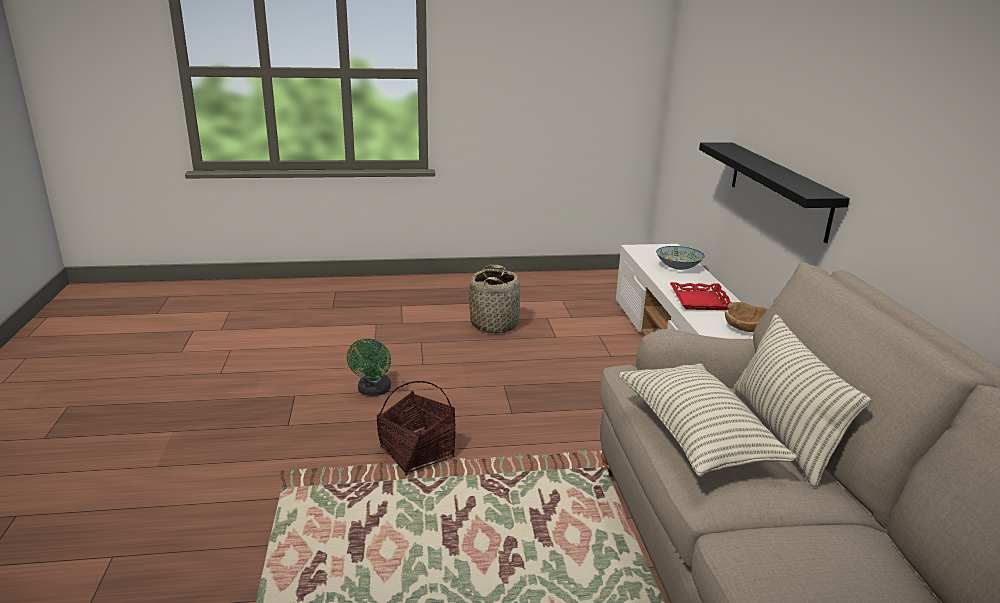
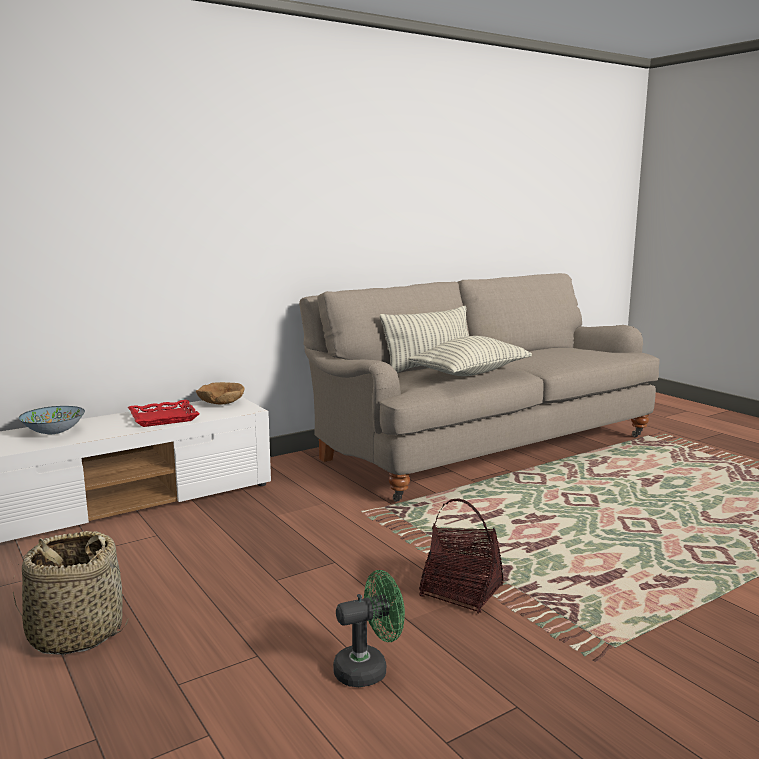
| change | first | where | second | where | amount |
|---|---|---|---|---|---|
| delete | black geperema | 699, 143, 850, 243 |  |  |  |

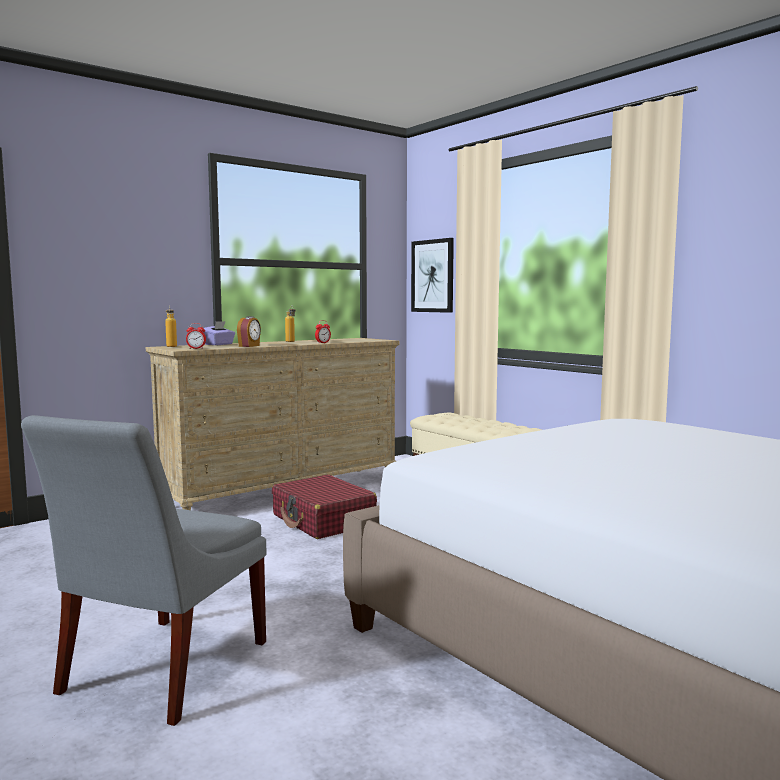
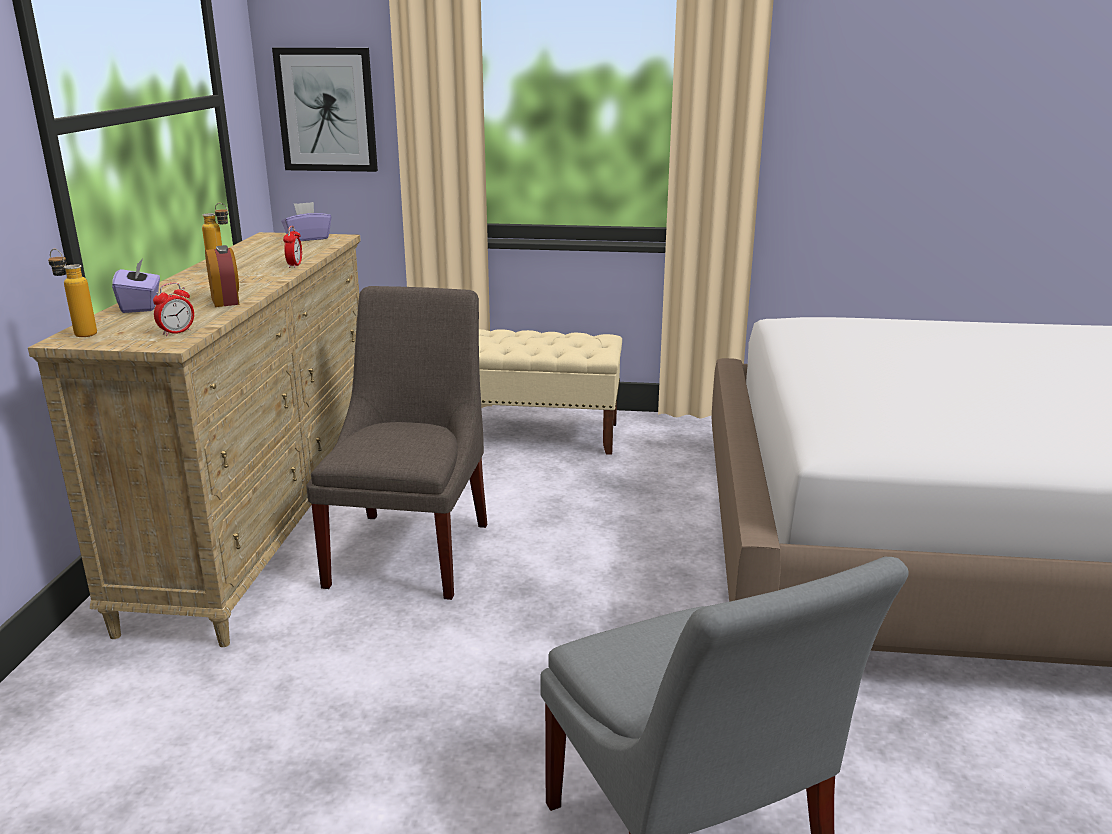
| change | first | where | second | where | amount |
|---|---|---|---|---|---|
| replace | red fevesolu | 272, 474, 377, 539 | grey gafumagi | 306, 286, 487, 600 |  |
| insert |  |  | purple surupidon | 281, 202, 332, 241 |  |

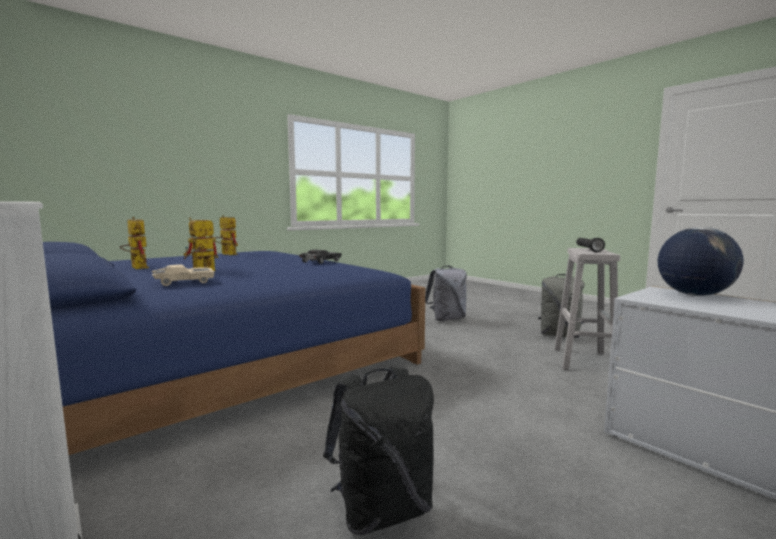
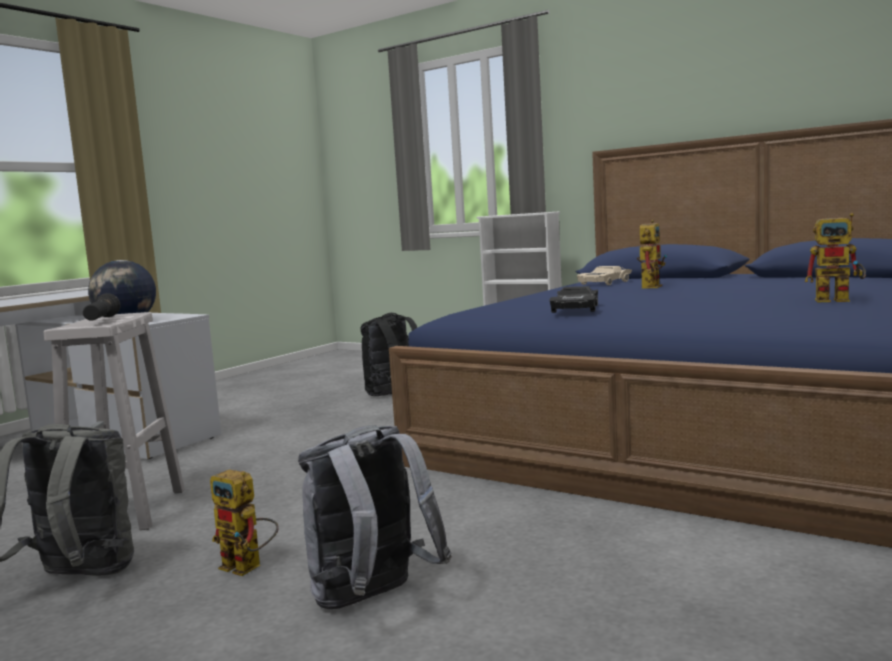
| change | first | where | second | where | amount |
|---|---|---|---|---|---|
| move | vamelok | 120, 217, 149, 269 |  | 210, 470, 279, 576 |  |

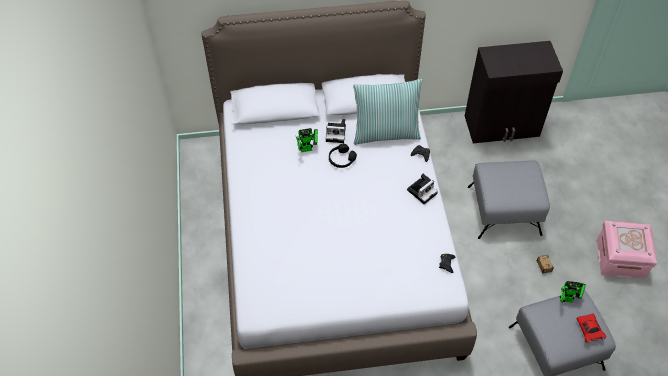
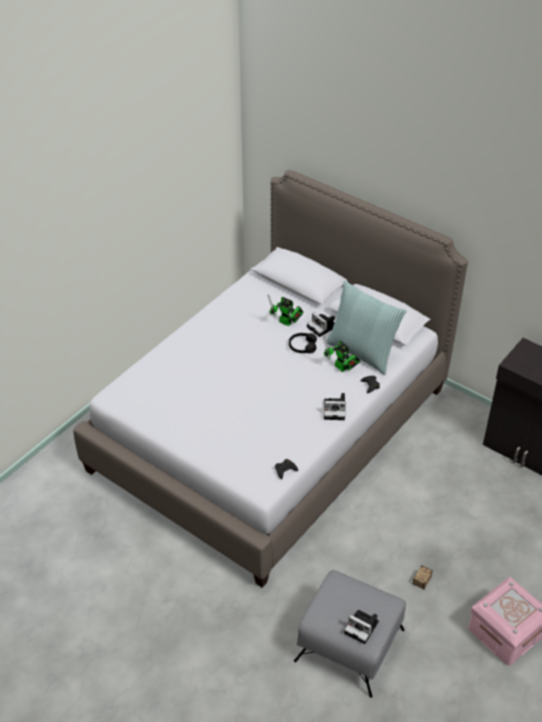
| change | first | where | second | where | amount |
|---|---|---|---|---|---|
| delete | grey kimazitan | 468, 160, 550, 239 |  |  |  |
| move | vamelok | 560, 281, 586, 303 |  | 323, 335, 361, 372 |  |
| replace | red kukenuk | 577, 313, 606, 343 | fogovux | 344, 610, 379, 644 |  |

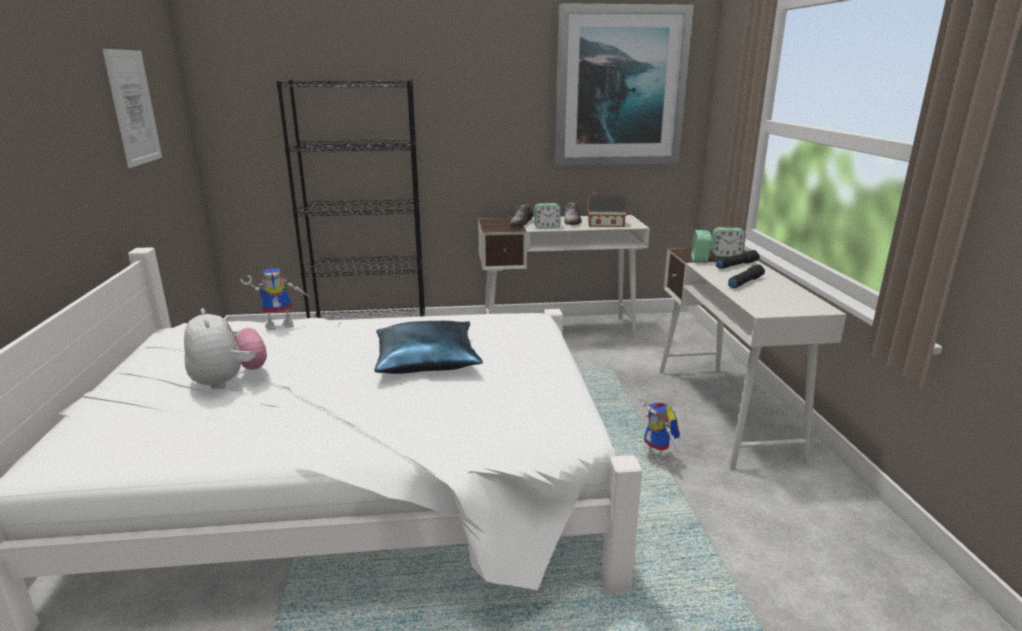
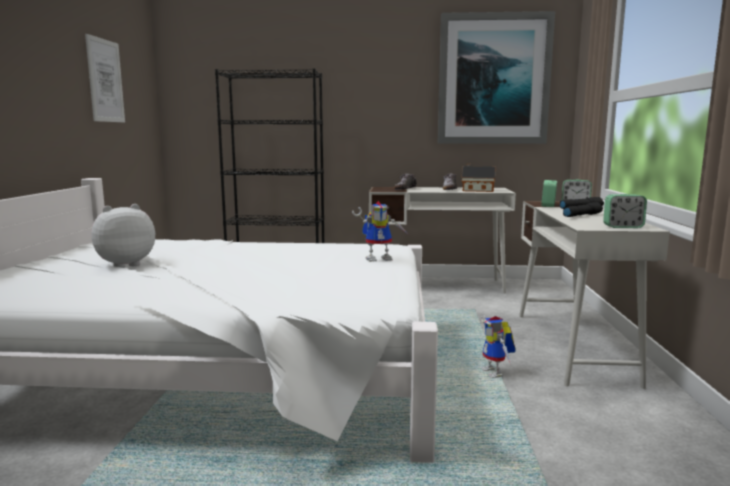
| change | first | where | second | where | amount |
|---|---|---|---|---|---|
| move | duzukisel | 534, 203, 561, 229 |  | 603, 194, 647, 228 |  |
| move | vamelok | 240, 267, 311, 330 |  | 352, 201, 409, 262 |  |
| rotate | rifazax | 184, 308, 267, 389 |  | 91, 204, 155, 268 | 105 degrees counterclockwise |
| delete | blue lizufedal | 374, 321, 483, 374 |  |  |  |

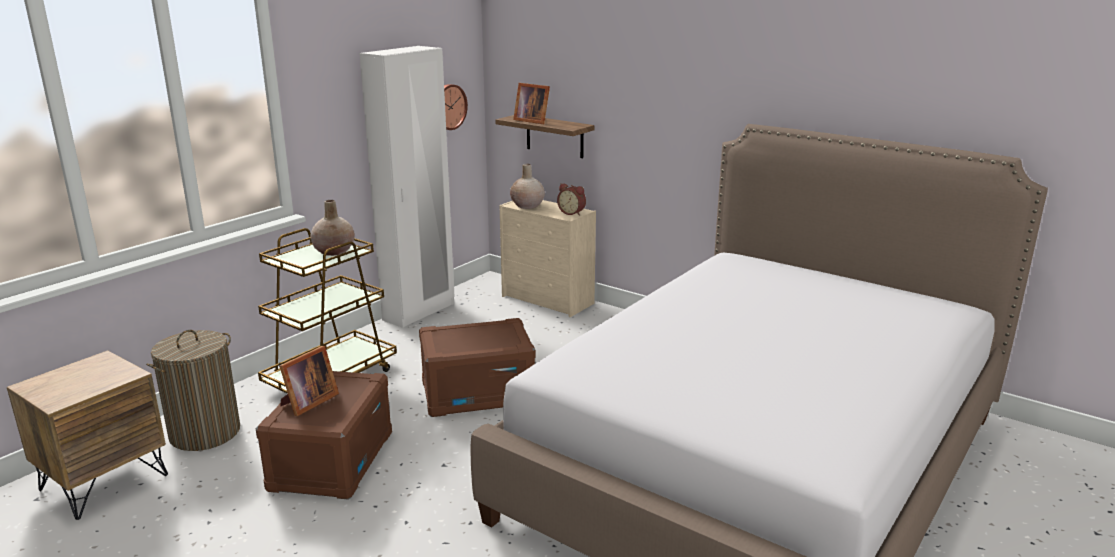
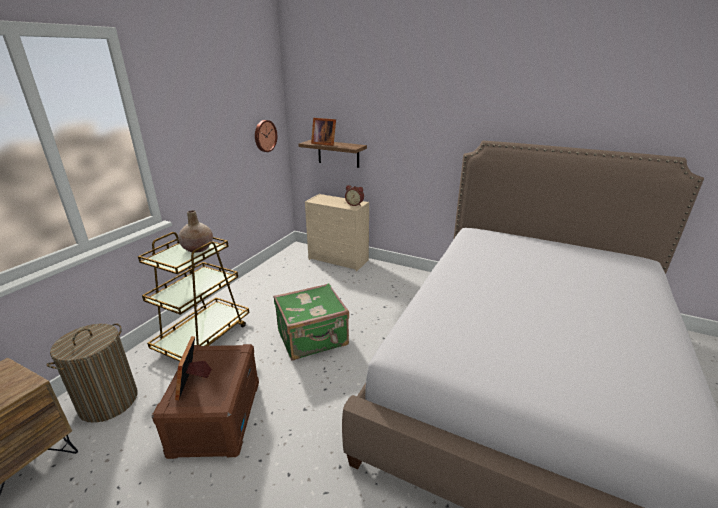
| change | first | where | second | where | amount |
|---|---|---|---|---|---|
| delete | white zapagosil | 359, 46, 455, 328 |  |  |  |
| delete | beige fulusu | 510, 164, 545, 209 |  |  |  |
| replace | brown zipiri | 419, 318, 536, 417 | green fevesolu | 273, 283, 349, 361 |  |
| rotate | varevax | 279, 346, 339, 416 |  | 175, 336, 212, 400 | 150 degrees clockwise |

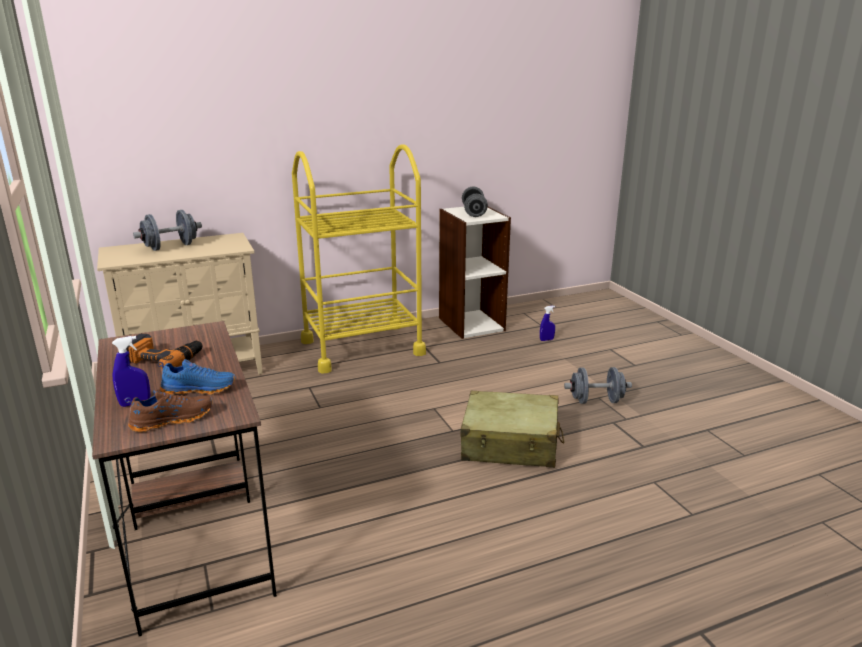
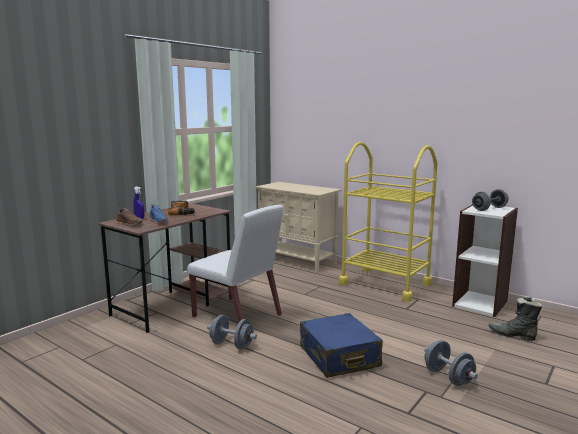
| change | first | where | second | where | amount |
|---|---|---|---|---|---|
| move | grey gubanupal | 133, 210, 202, 251 |  | 207, 315, 257, 349 |  |
| replace | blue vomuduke | 540, 306, 555, 341 | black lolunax | 489, 297, 542, 341 |  |
| recolor | beige fevesolu | 461, 391, 564, 468 | blue fevesolu | 300, 313, 383, 378 |  |
| insert |  |  | white gafumagi | 187, 205, 283, 322 |  |

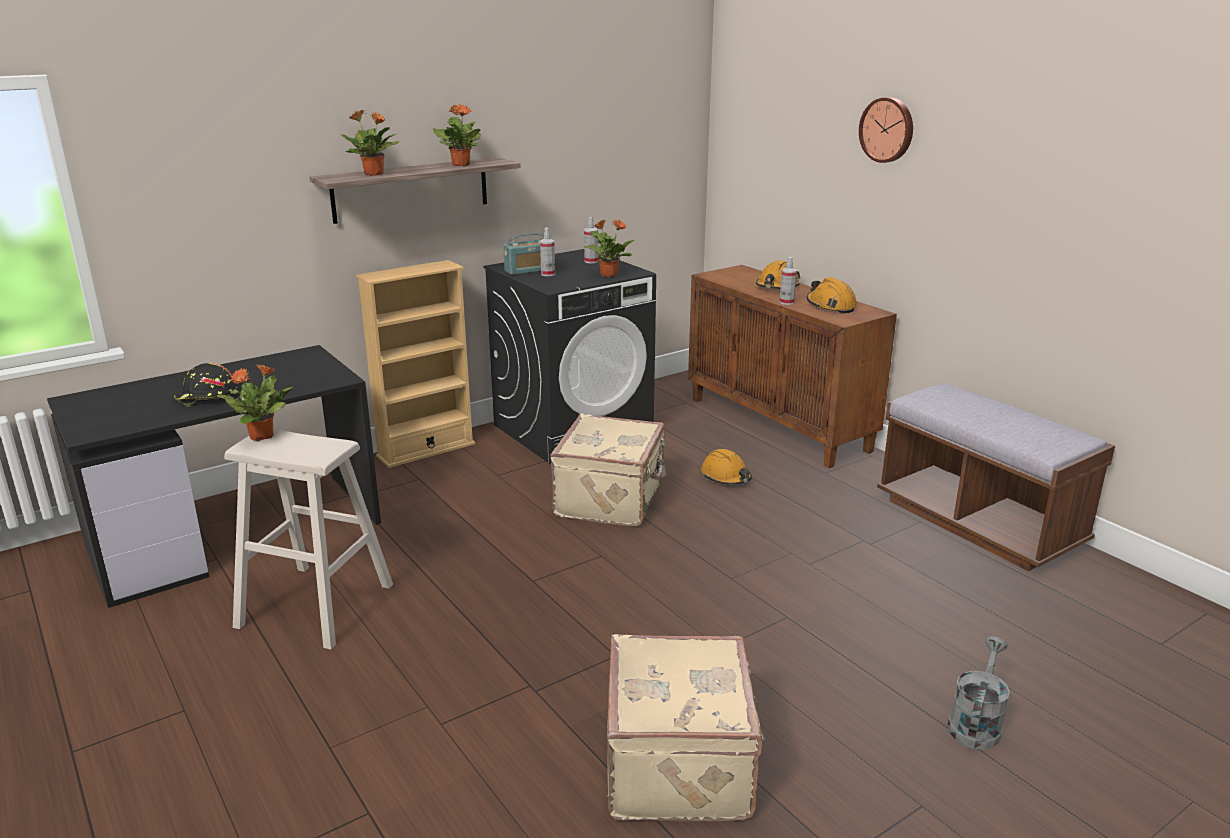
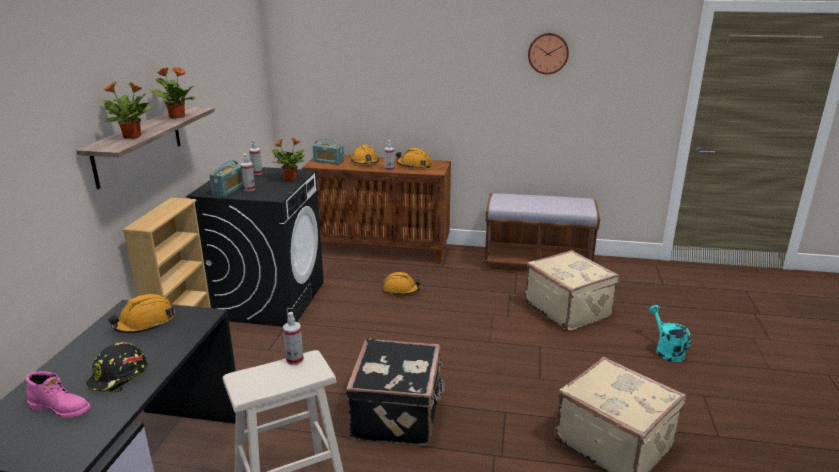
| change | first | where | second | where | amount |
|---|---|---|---|---|---|
| move | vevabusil | 859, 97, 913, 163 |  | 528, 33, 569, 75 |  |
| delete | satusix | 217, 365, 293, 441 |  |  |  |
| move | beige fevesolu | 550, 414, 668, 527 |  | 525, 250, 619, 331 |  |
| recolor | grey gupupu | 947, 636, 1010, 750 | turquoise gupupu | 649, 305, 691, 362 |  |
| insert |  |  | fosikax | 313, 139, 344, 165 |  |
| insert |  |  | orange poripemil | 108, 294, 175, 333 |  |
| insert |  |  | vomuduke | 283, 312, 304, 365 |  |
| insert |  |  | black fevesolu | 346, 338, 445, 446 |  |
| insert |  |  | pink lolunax | 26, 371, 91, 418 |  |

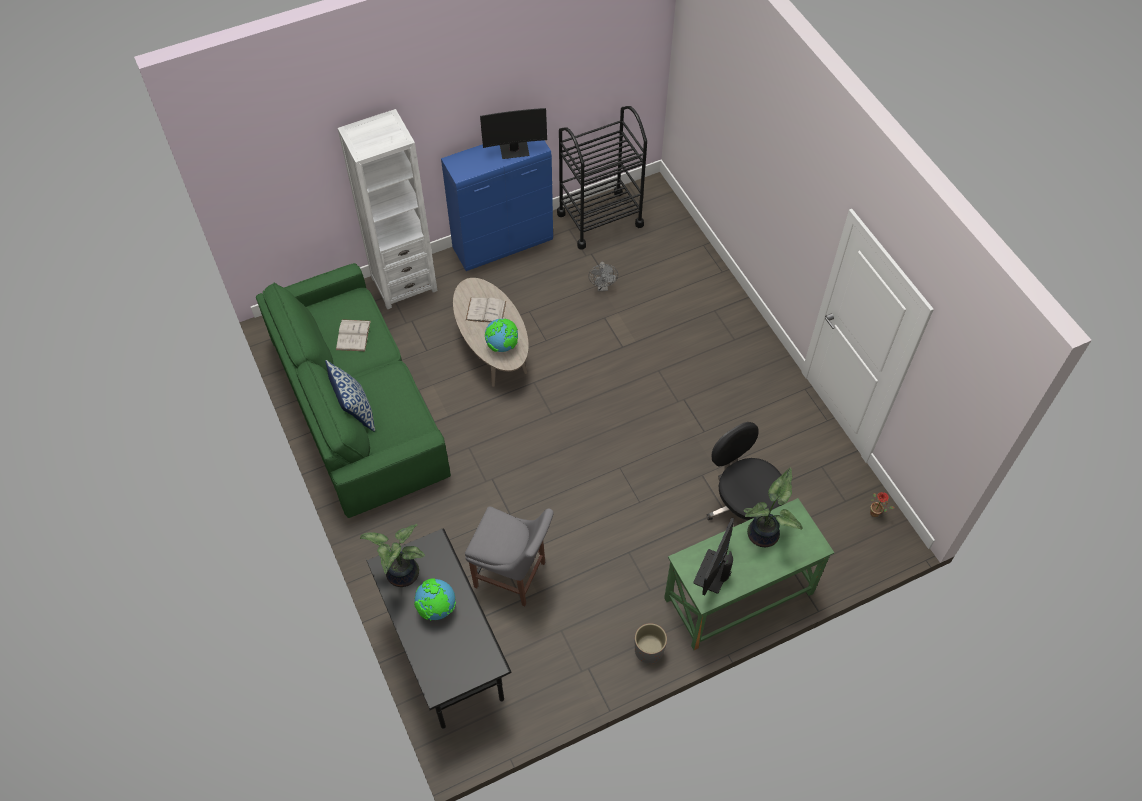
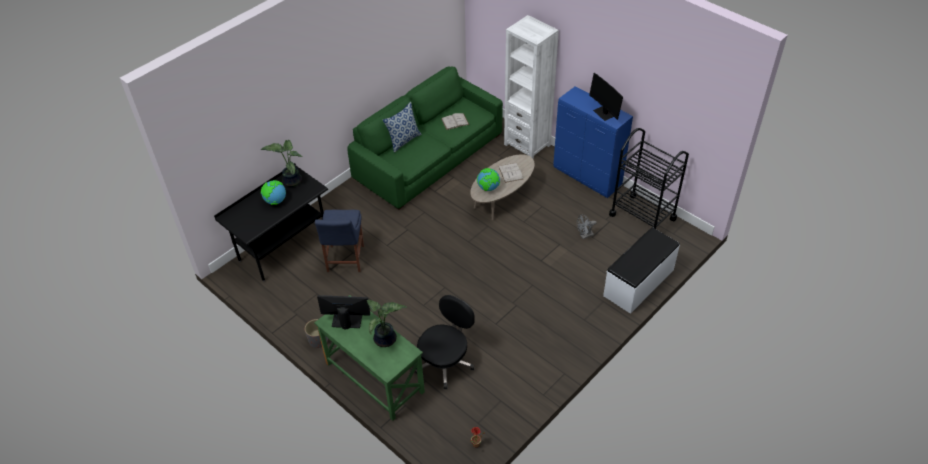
| change | first | where | second | where | amount |
|---|---|---|---|---|---|
| recolor | grey gafumagi | 465, 506, 554, 607 | blue gafumagi | 315, 210, 364, 272 |  |
| insert |  |  | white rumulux | 603, 227, 680, 314 |  |

